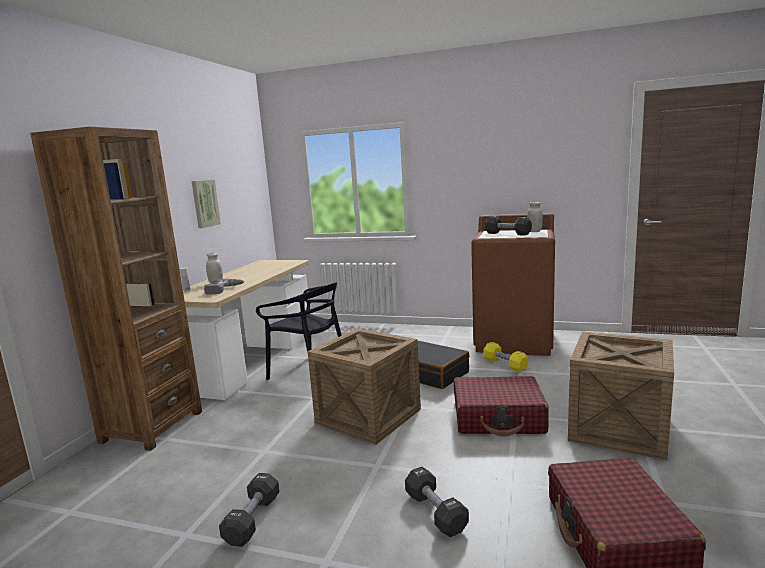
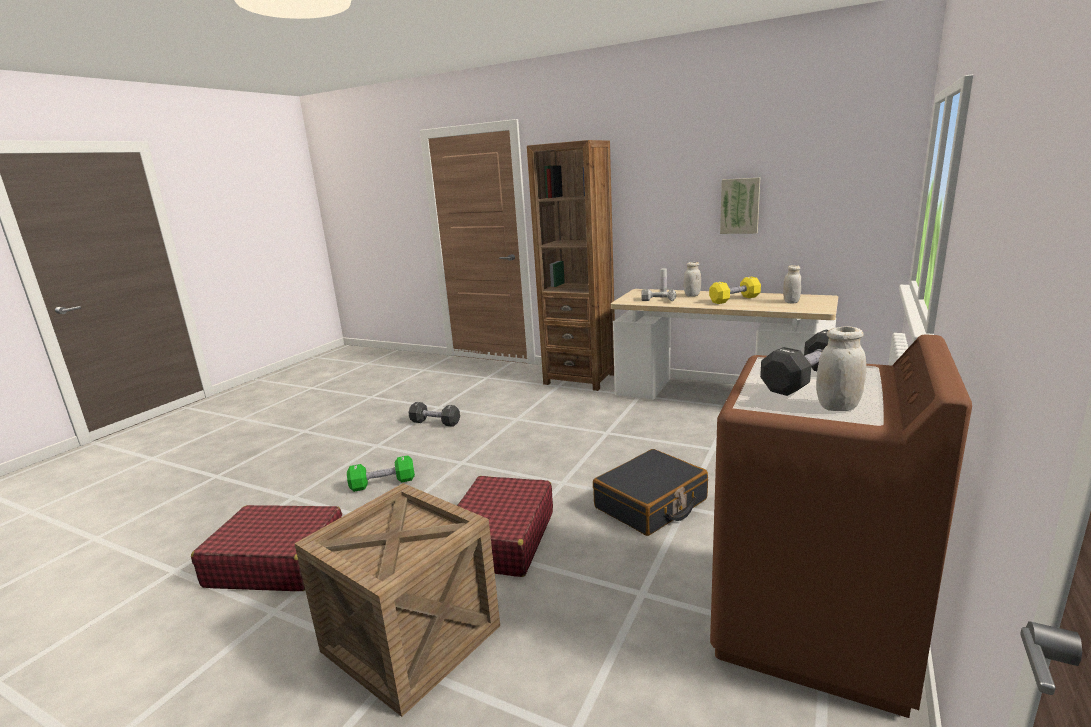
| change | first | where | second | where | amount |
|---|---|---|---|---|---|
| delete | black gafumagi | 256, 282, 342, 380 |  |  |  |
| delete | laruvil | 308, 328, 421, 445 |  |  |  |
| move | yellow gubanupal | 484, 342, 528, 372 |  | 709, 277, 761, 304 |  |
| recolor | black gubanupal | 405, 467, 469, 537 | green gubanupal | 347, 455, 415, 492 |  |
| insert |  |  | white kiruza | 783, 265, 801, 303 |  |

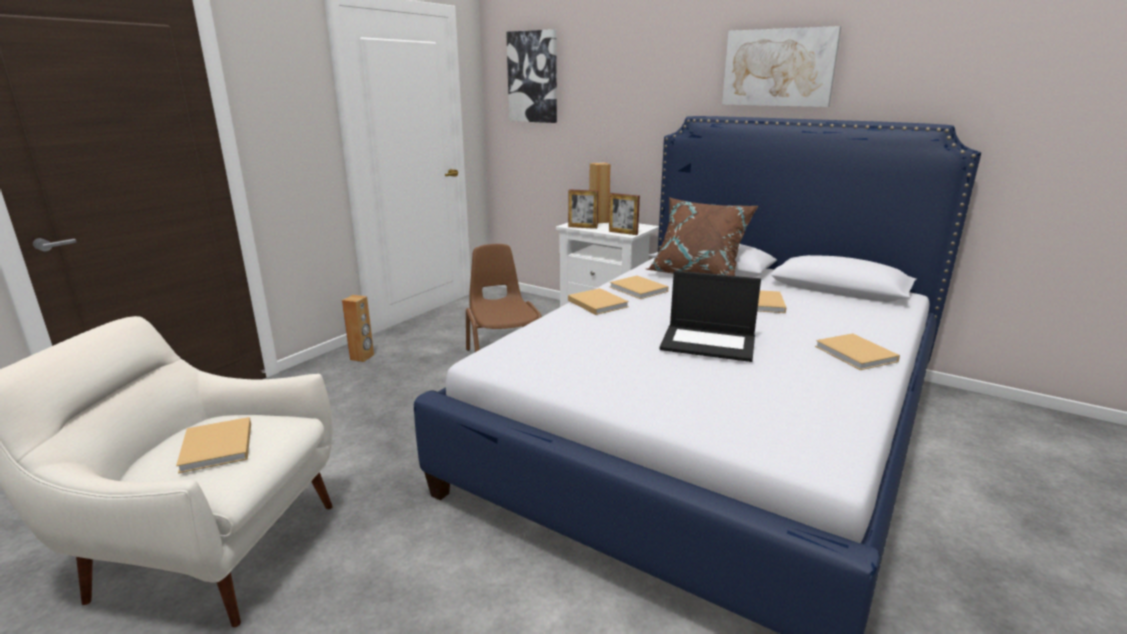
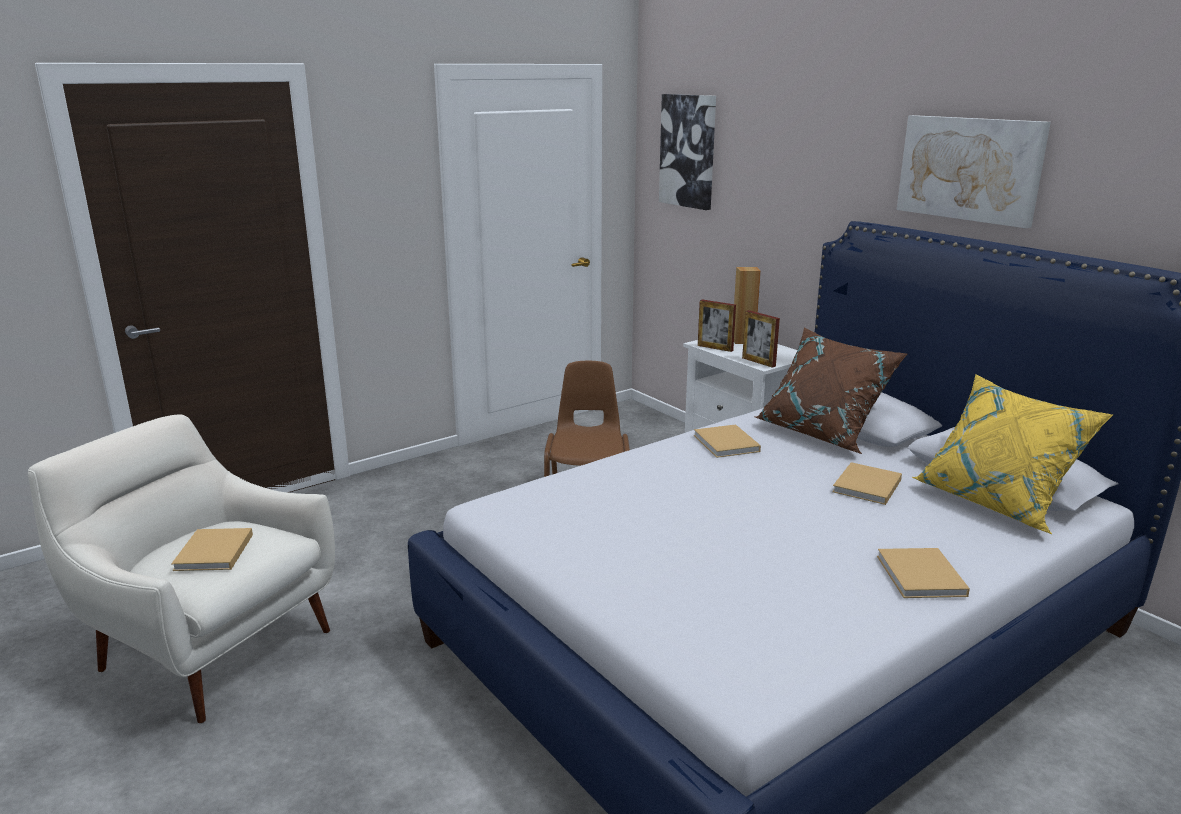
| change | first | where | second | where | amount |
|---|---|---|---|---|---|
| delete | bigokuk | 660, 271, 761, 362 |  |  |  |
| delete | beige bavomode | 568, 288, 629, 315 |  |  |  |
| delete | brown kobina | 342, 295, 374, 362 |  |  |  |
| insert |  |  | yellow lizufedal | 912, 374, 1113, 534 |  |

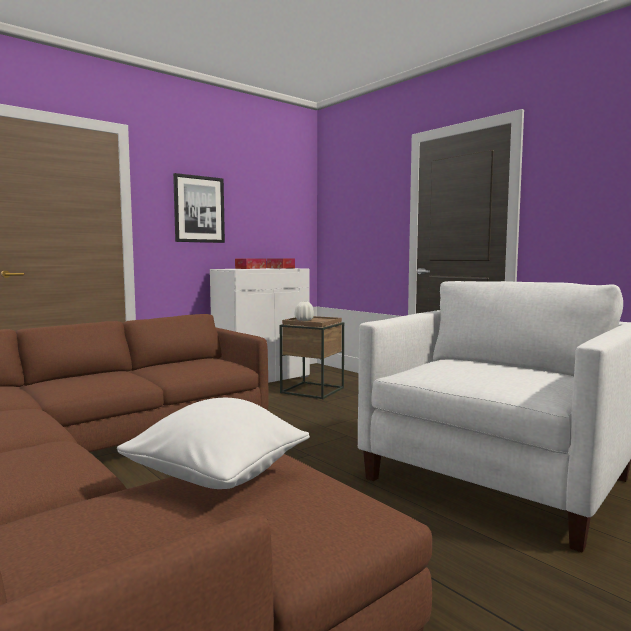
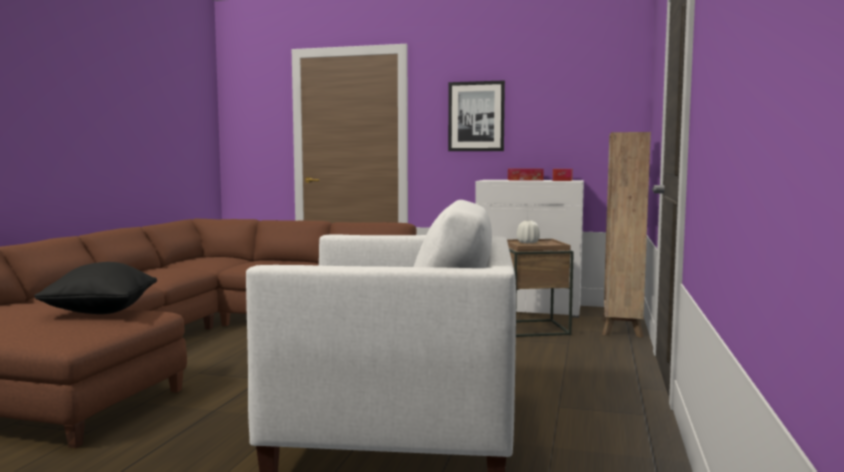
| change | first | where | second | where | amount |
|---|---|---|---|---|---|
| recolor | white lizufedal | 117, 398, 310, 489 | black lizufedal | 34, 262, 157, 314 |  |
| insert |  |  | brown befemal | 601, 132, 651, 338 |  |

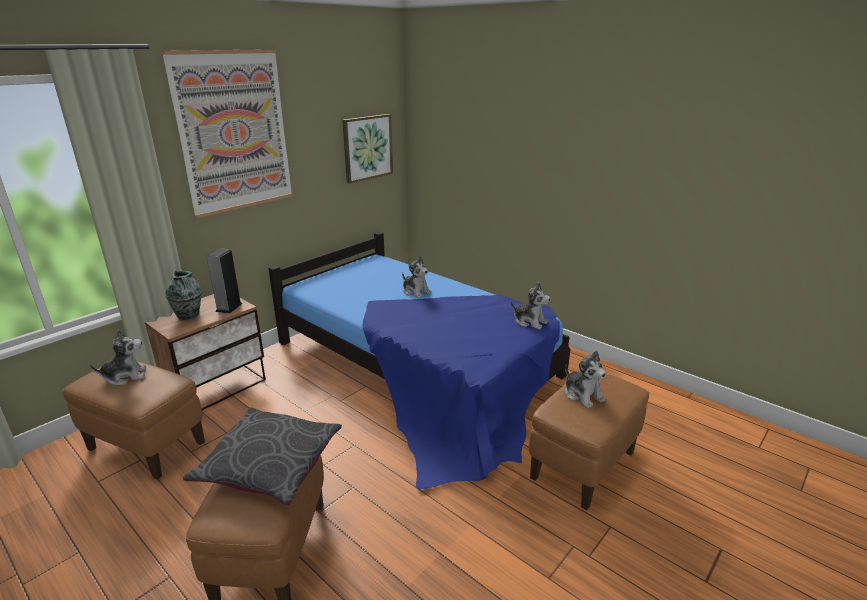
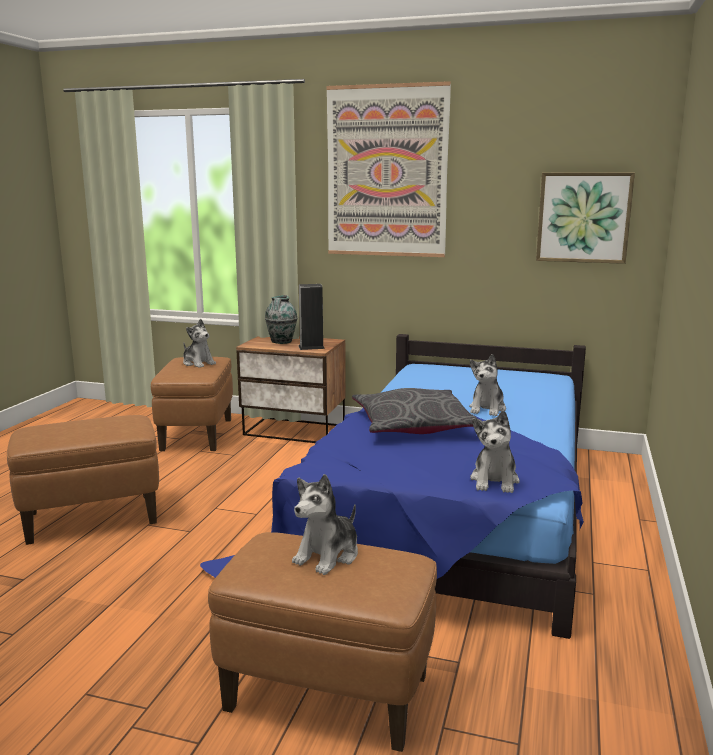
| change | first | where | second | where | amount |
|---|---|---|---|---|---|
| move | grey lizufedal | 183, 407, 342, 505 |  | 352, 388, 479, 434 |  |

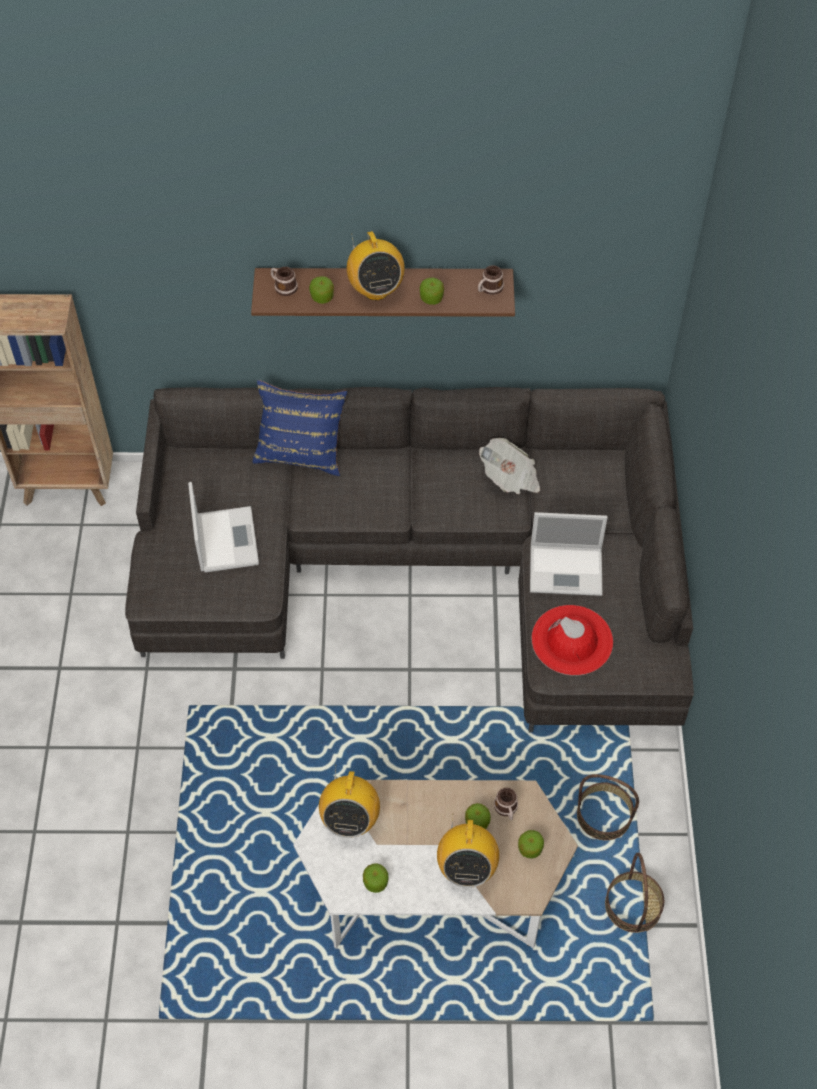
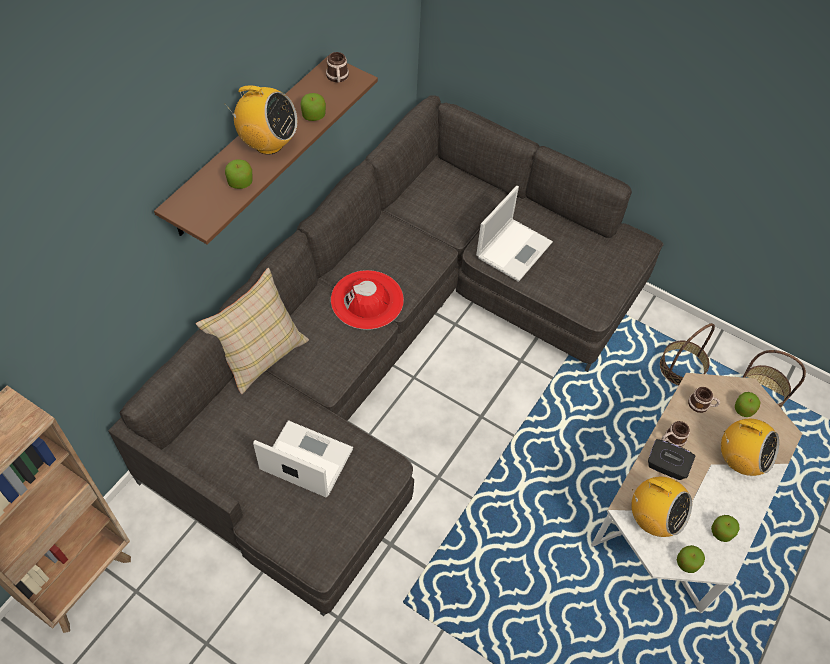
| change | first | where | second | where | amount |
|---|---|---|---|---|---|
| move | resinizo | 271, 267, 298, 296 |  | 661, 421, 690, 447 |  |
| recolor | blue lizufedal | 253, 380, 347, 476 | beige lizufedal | 196, 268, 309, 394 |  |
| delete | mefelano | 479, 438, 540, 494 |  |  |  |
| move | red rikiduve | 531, 605, 613, 676 |  | 331, 270, 404, 330 |  |
| move | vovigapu | 465, 803, 491, 829 |  | 677, 545, 705, 573 |  |
| insert |  |  | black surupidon | 648, 439, 695, 480 |  |

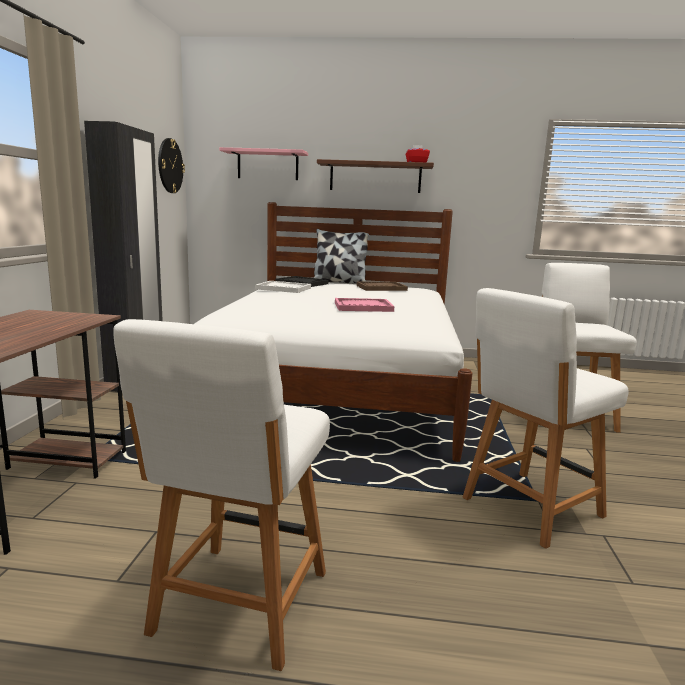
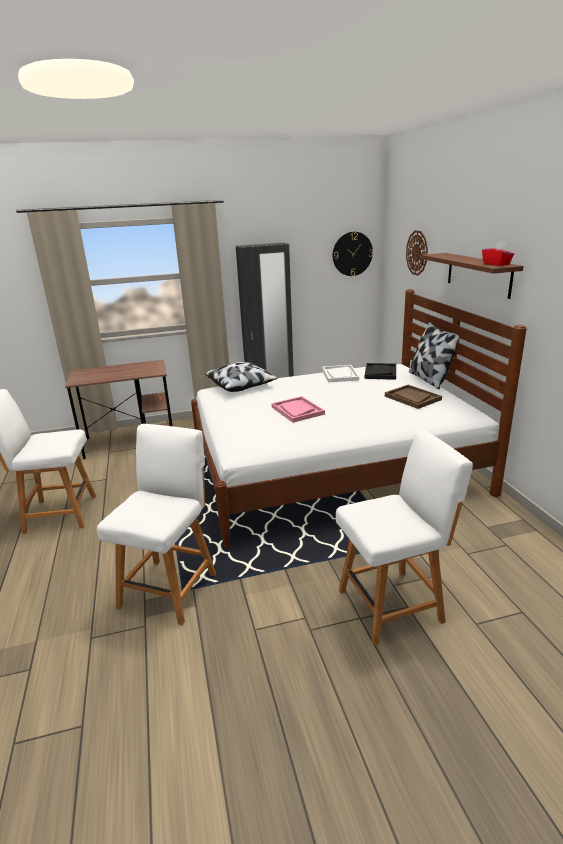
| change | first | where | second | where | amount |
|---|---|---|---|---|---|
| replace | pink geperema | 219, 147, 308, 180 | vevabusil | 406, 230, 428, 276 |  |
| rotate | white gafumagi | 463, 288, 629, 549 |  | 97, 424, 216, 625 | 75 degrees clockwise |
| insert |  |  | lizufedal | 205, 362, 278, 392 |  |

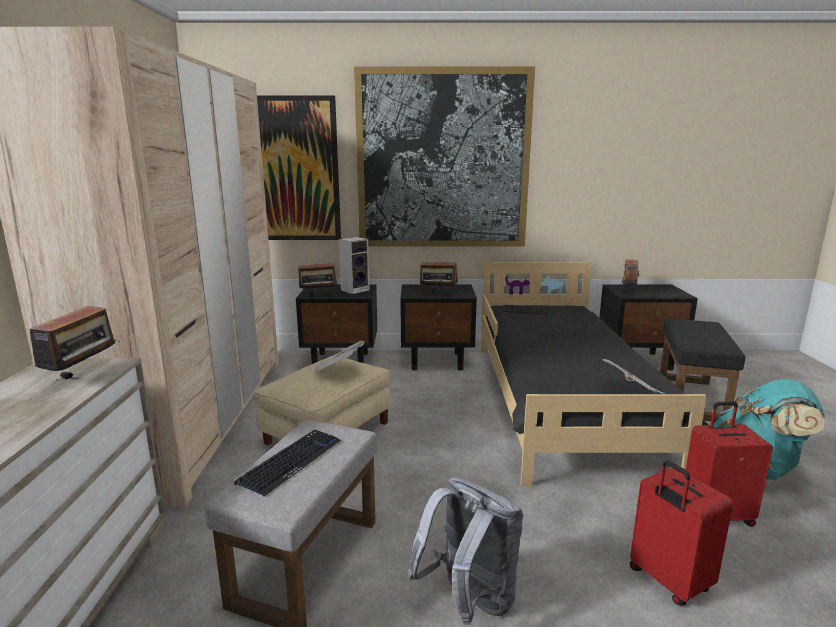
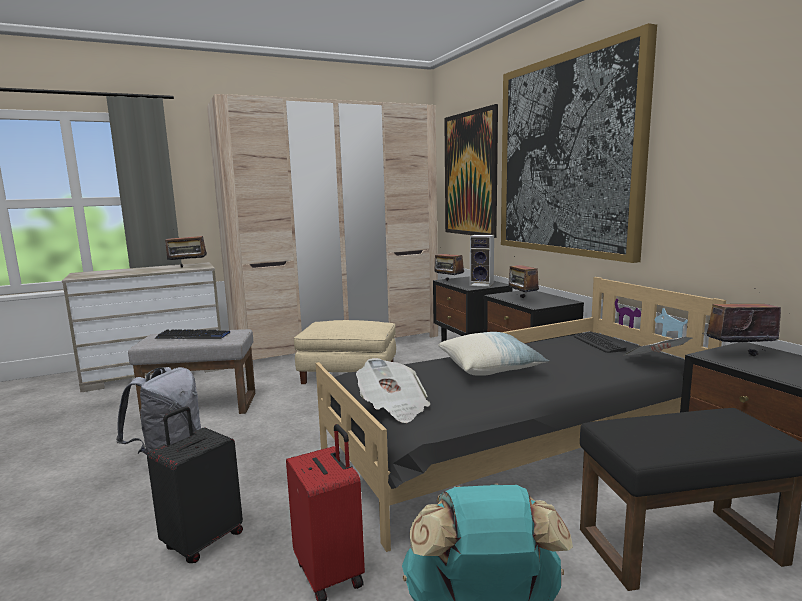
| change | first | where | second | where | amount |
|---|---|---|---|---|---|
| move | mefelano | 313, 340, 364, 374 |  | 625, 337, 692, 355 |  |
| recolor | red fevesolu | 630, 460, 733, 606 | black fevesolu | 147, 406, 243, 563 |  |
| insert |  |  | lizufedal | 438, 332, 549, 376 |  |

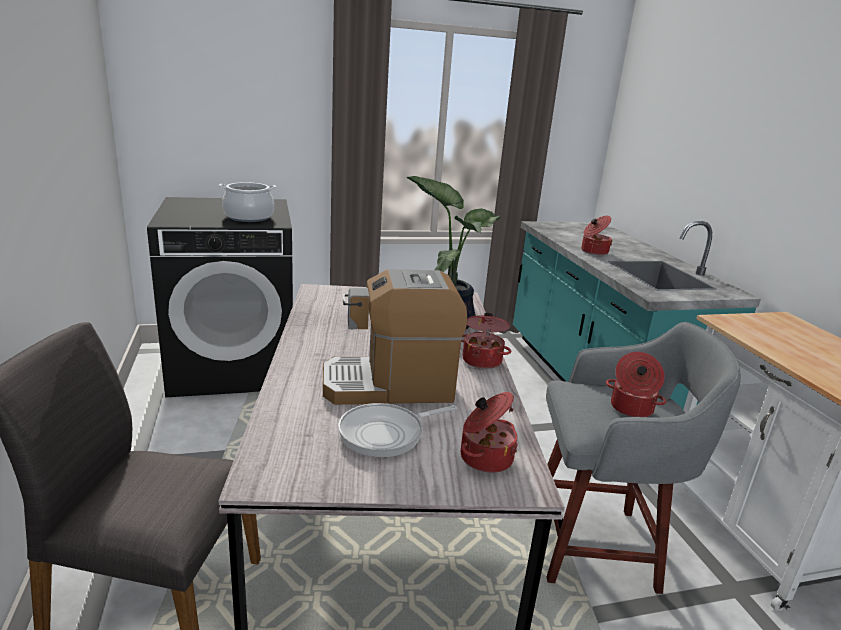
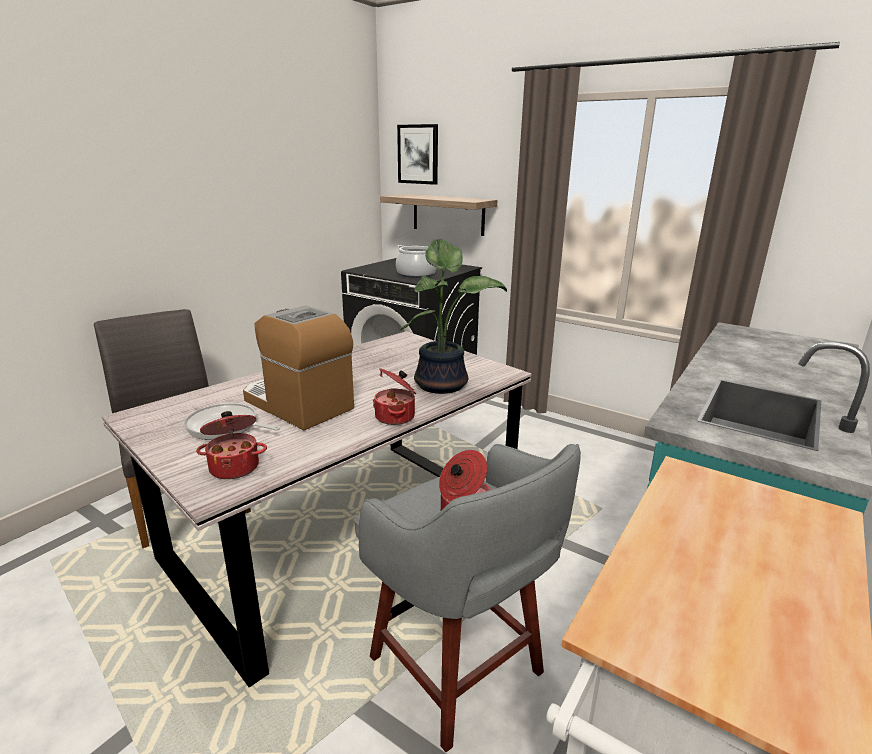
| change | first | where | second | where | amount |
|---|---|---|---|---|---|
| delete | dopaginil | 581, 216, 613, 255 |  |  |  |
| insert |  |  | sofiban | 397, 124, 438, 185 |  |
| insert |  |  | geperema | 380, 194, 498, 236 |  |

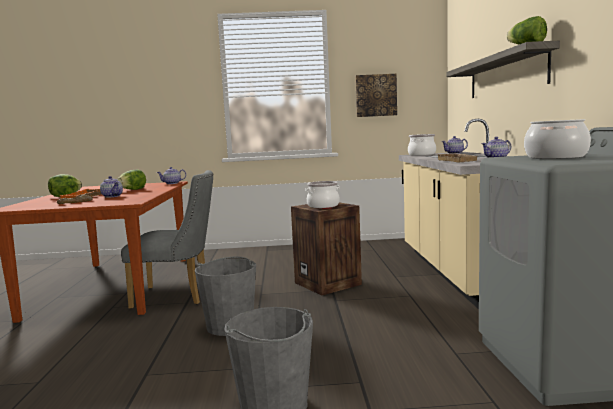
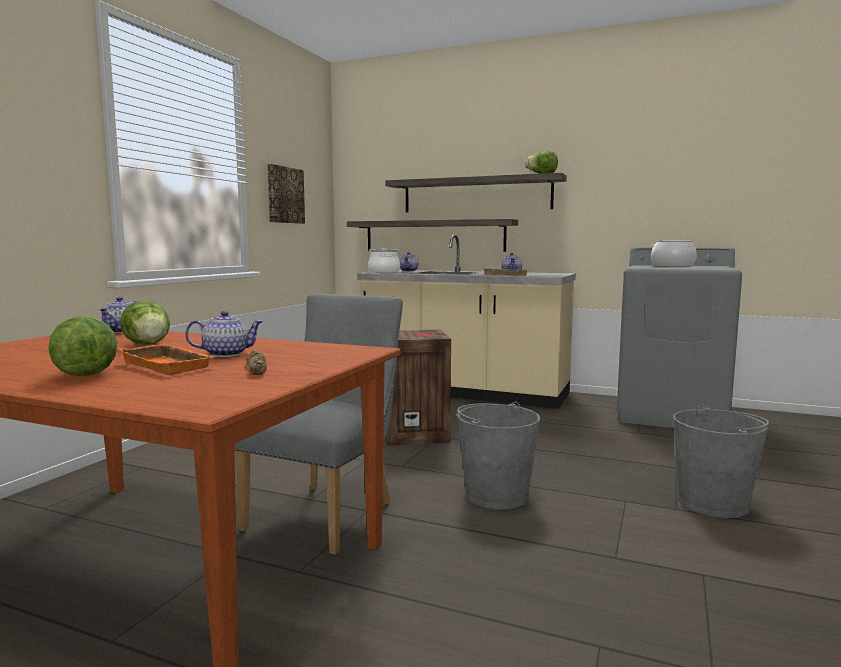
| change | first | where | second | where | amount |
|---|---|---|---|---|---|
| delete | dopaginil | 305, 181, 340, 208 |  |  |  |
| insert |  |  | geperema | 347, 219, 518, 252 |  |

